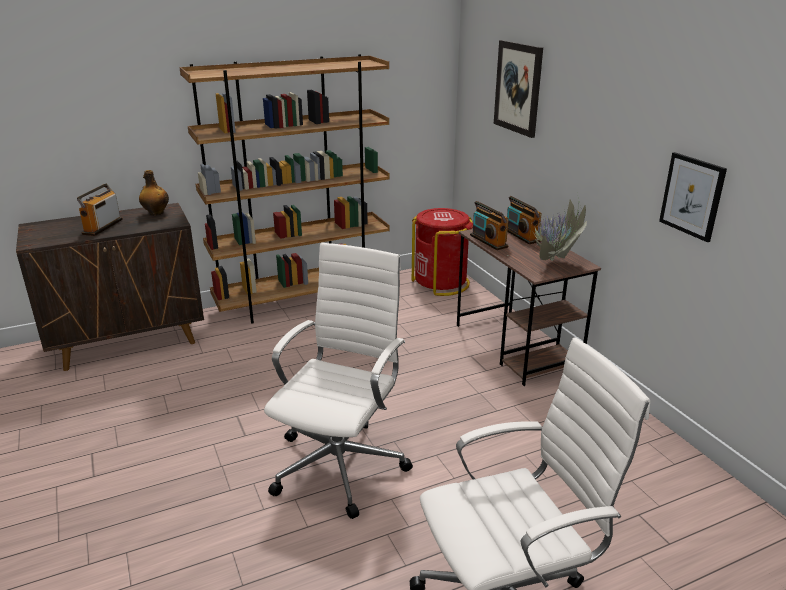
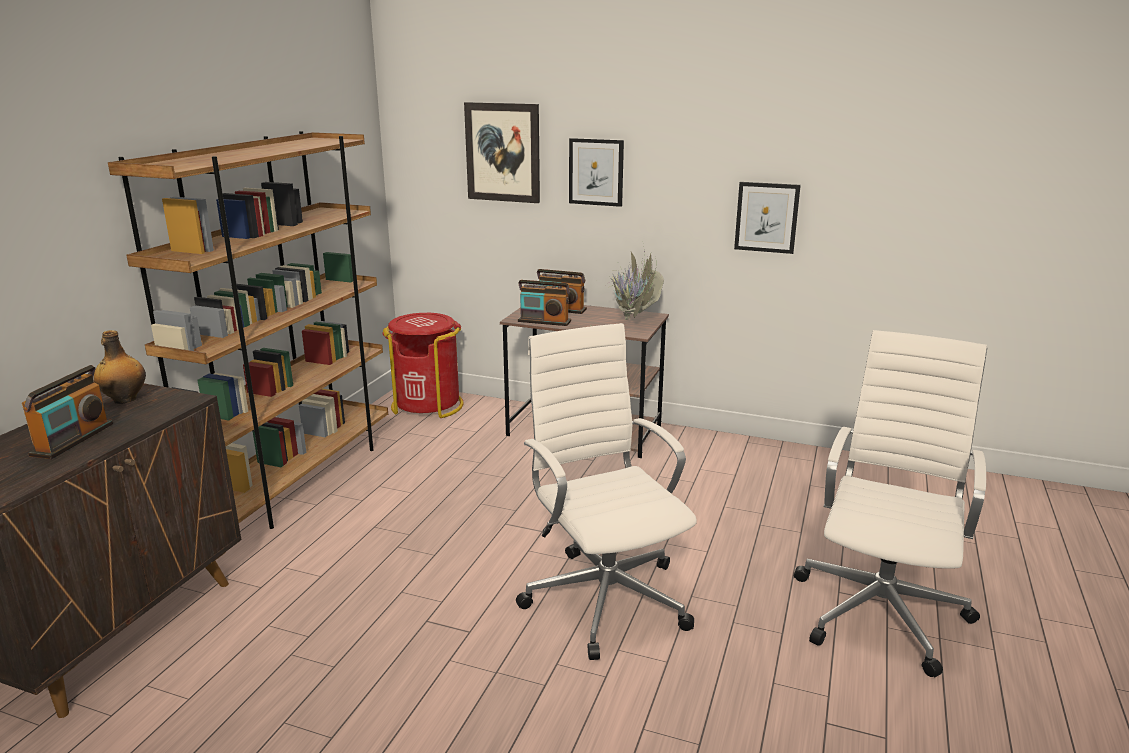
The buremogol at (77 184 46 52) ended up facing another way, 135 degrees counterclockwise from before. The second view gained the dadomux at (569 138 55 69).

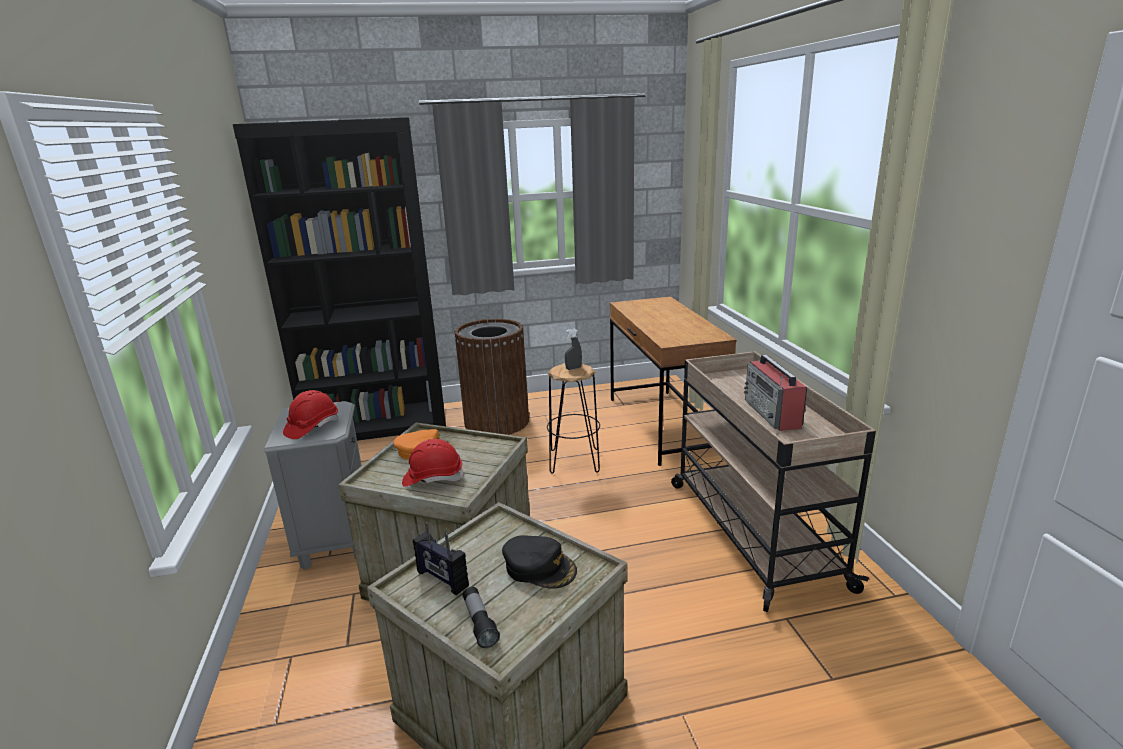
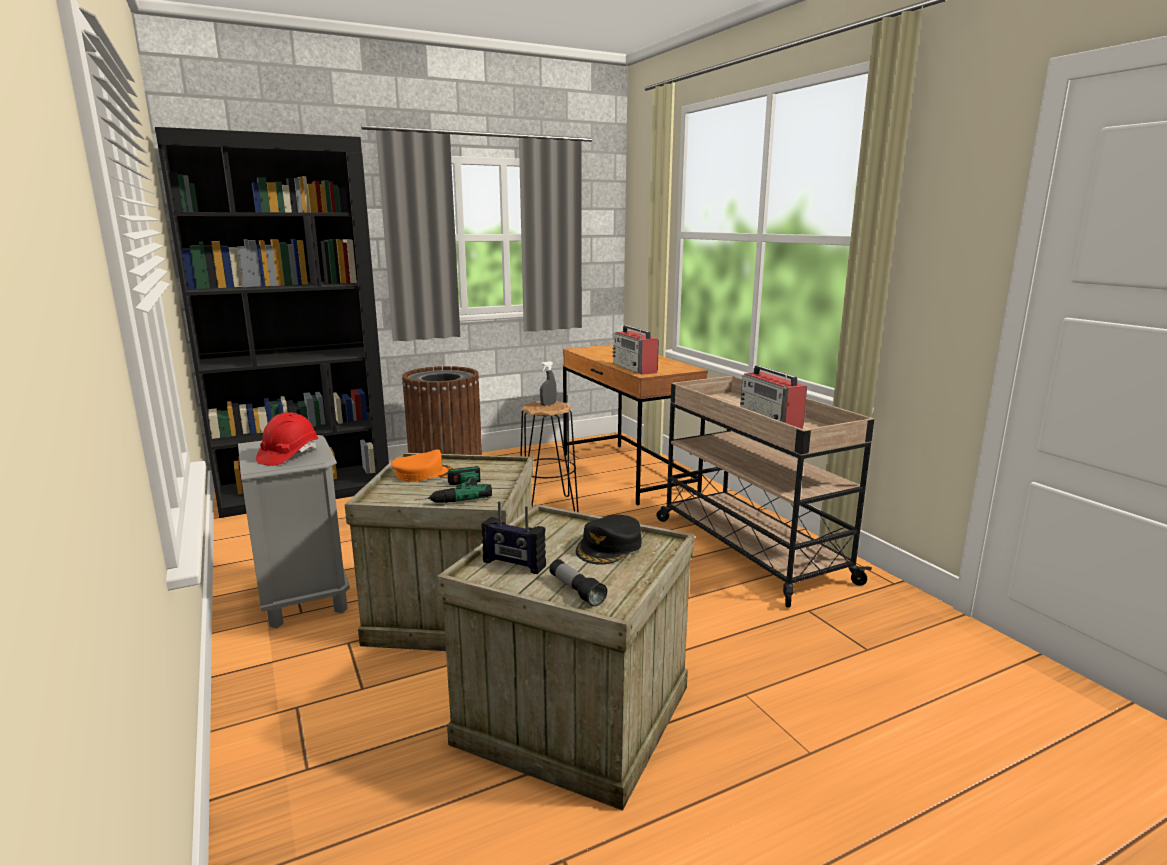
Where the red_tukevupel stood at (402 439 63 48), the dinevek came to stand at (415 466 77 37). The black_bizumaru at (502 535 75 54) ended up facing another way, 105 degrees clockwise from before. The second view gained the buremogol at (612 325 47 50).

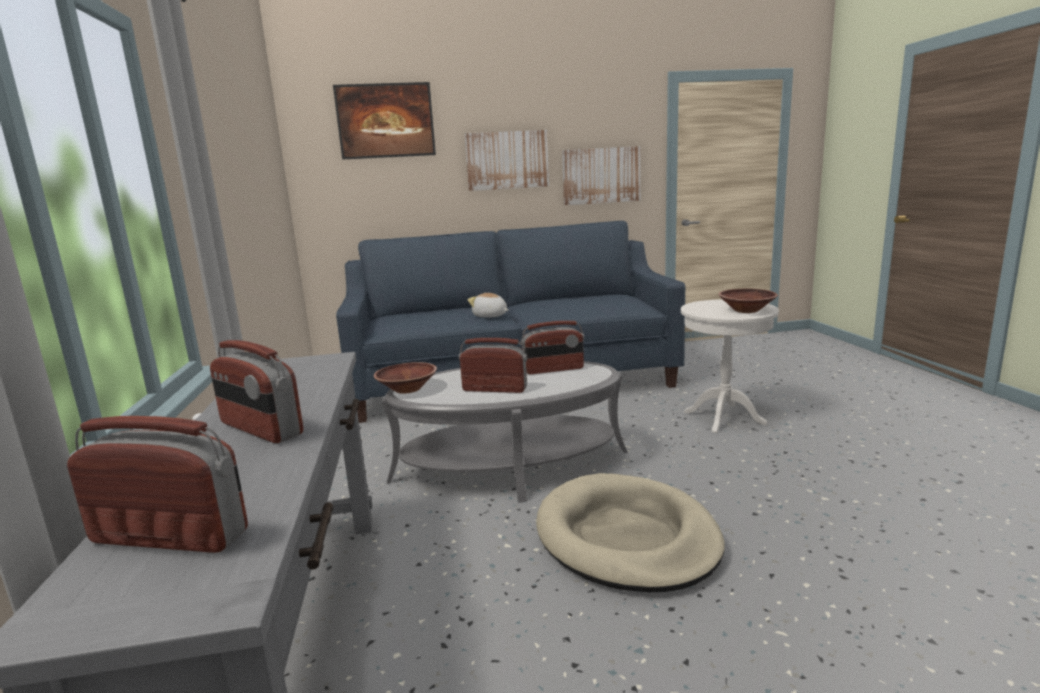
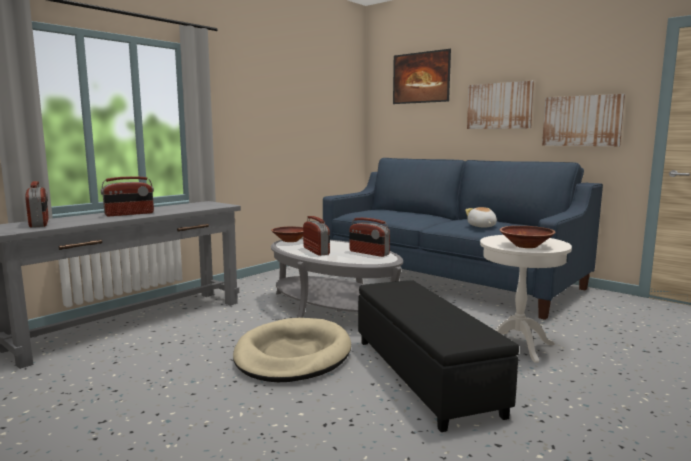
The buremogol at (210 340 93 103) ended up facing another way, 120 degrees counterclockwise from before. The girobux ended up elsewhere, having gone from (468 293 41 25) to (465 207 32 20). The second view gained the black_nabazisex at (358 280 161 152).

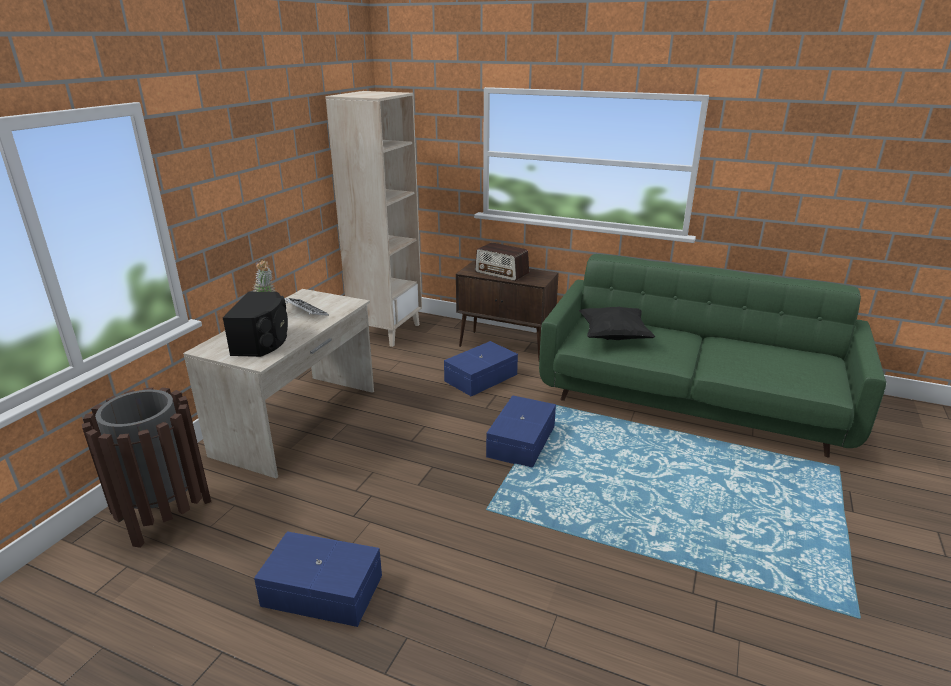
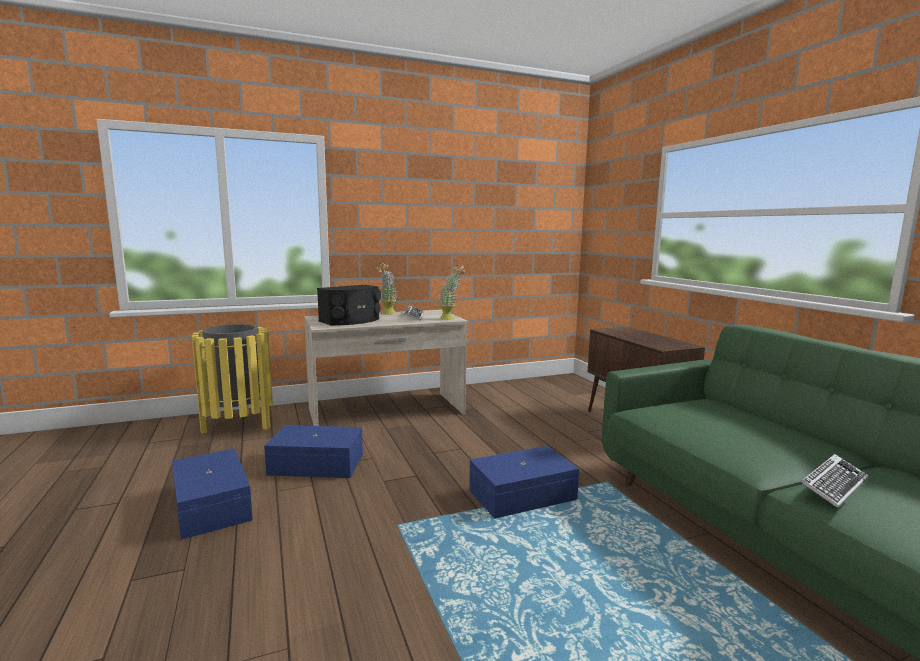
What was the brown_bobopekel at (82 387 129 161) turned into the yellow_bobopekel at (192 324 81 110). The second view lost the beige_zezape at (325 91 97 256). The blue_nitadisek ended up elsewhere, having gone from (444 341 74 55) to (264 425 99 53). The second view lost the buremogol at (475 242 54 39). The second view lost the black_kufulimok at (579 307 77 33). The second view gained the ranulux at (439 265 26 55). The second view gained the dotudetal at (801 454 67 54).

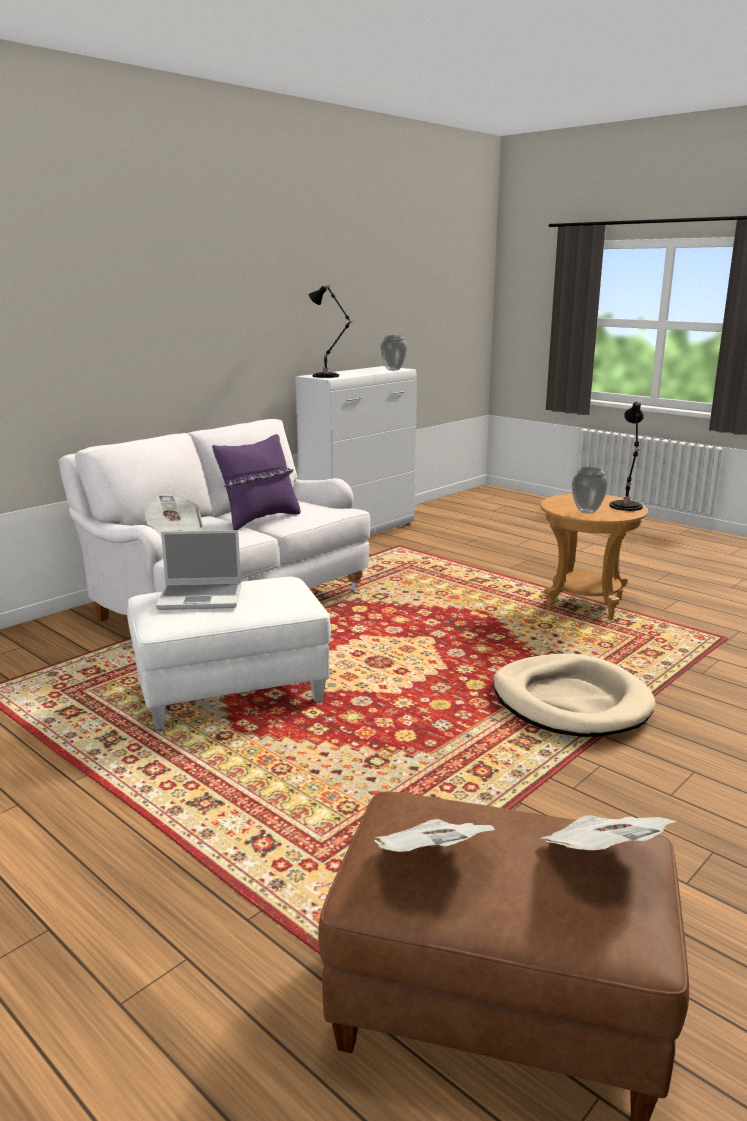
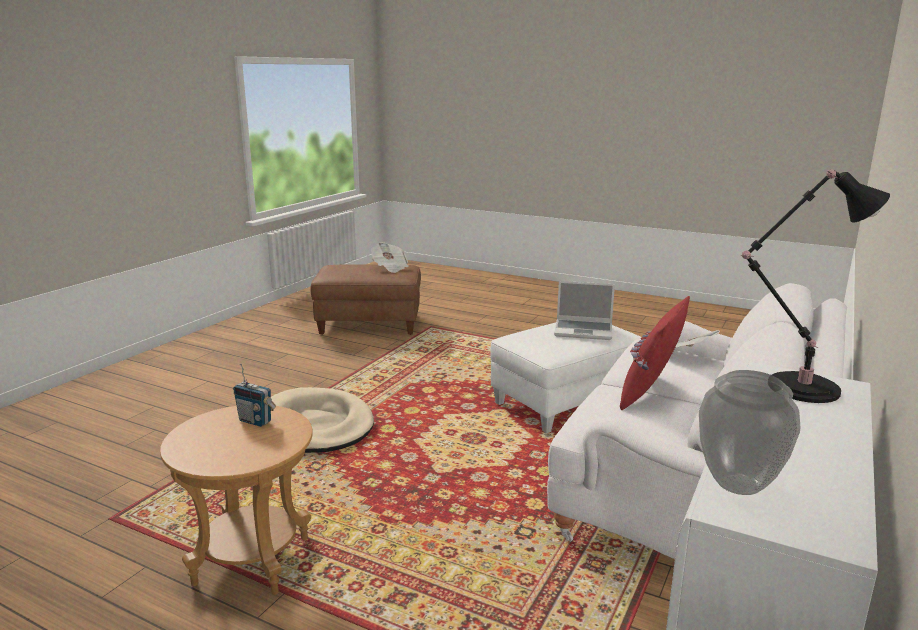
The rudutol at (156 530 85 80) ended up facing another way, 150 degrees counterclockwise from before. What was the purple_kufulimok at (212 434 89 96) turned into the red_kufulimok at (620 296 70 114). The second view lost the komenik at (541 815 135 35). Where the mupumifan stood at (572 467 36 46), the buremogol came to stand at (233 364 43 63). The second view lost the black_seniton at (609 402 35 109).

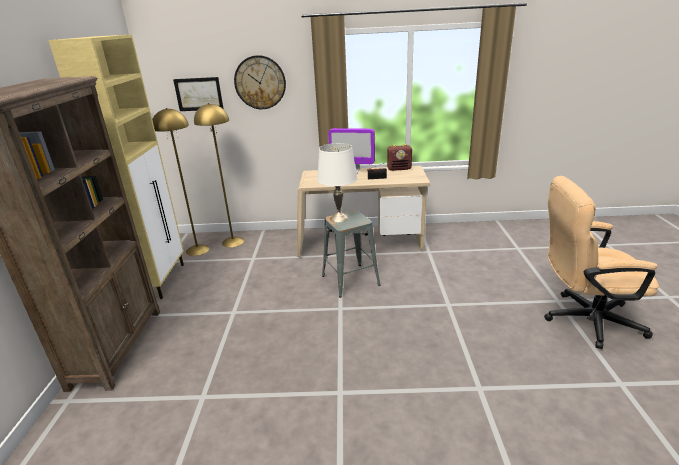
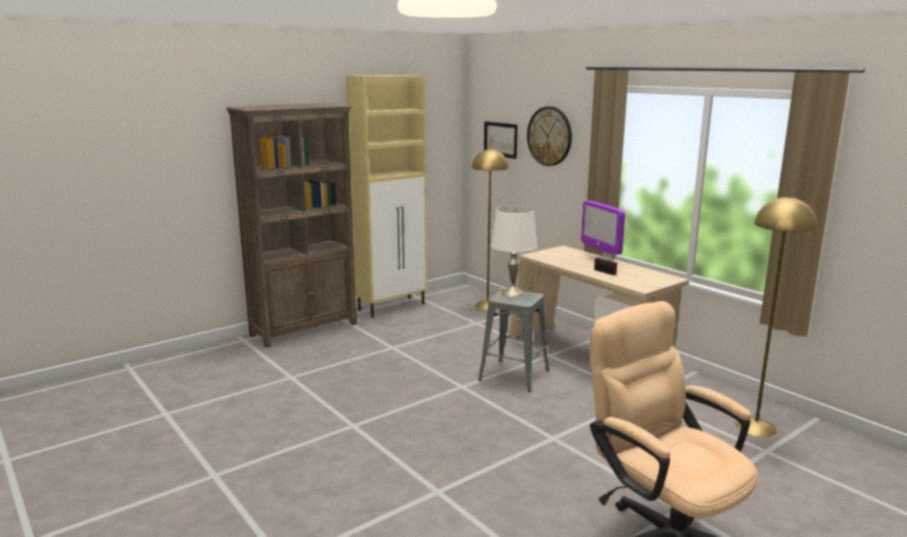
The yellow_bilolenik ended up elsewhere, having gone from (152 108 57 148) to (735 196 82 241). The second view lost the buremogol at (387 144 25 27).

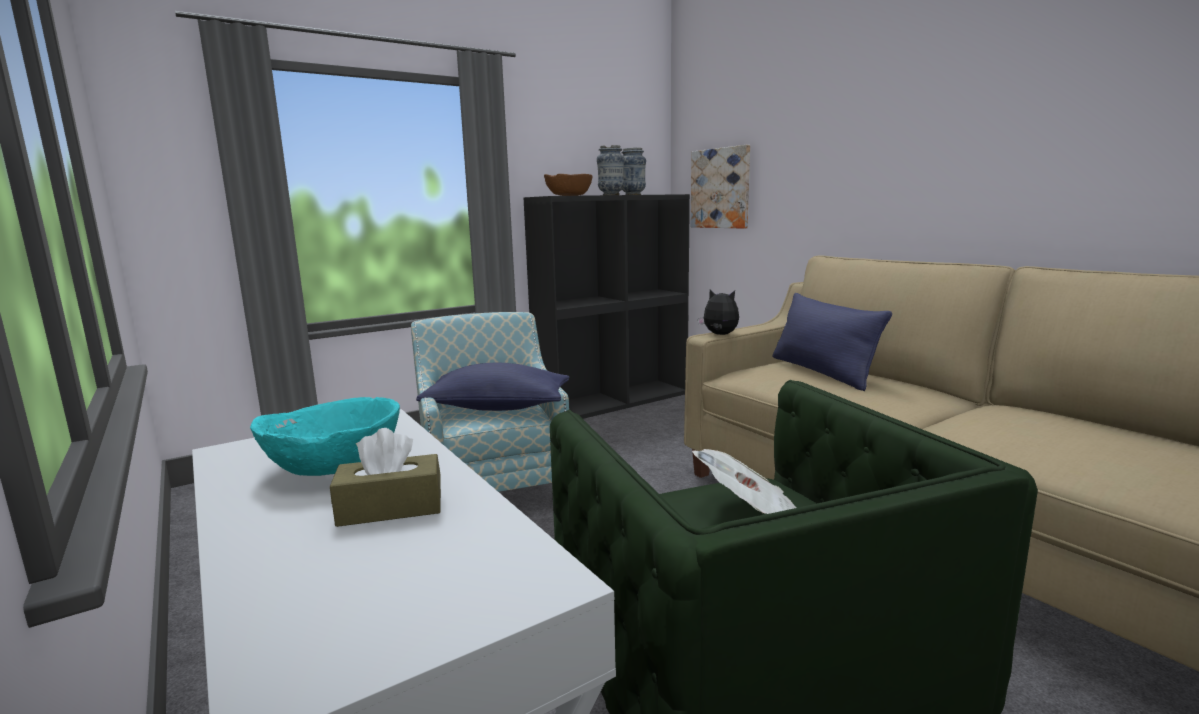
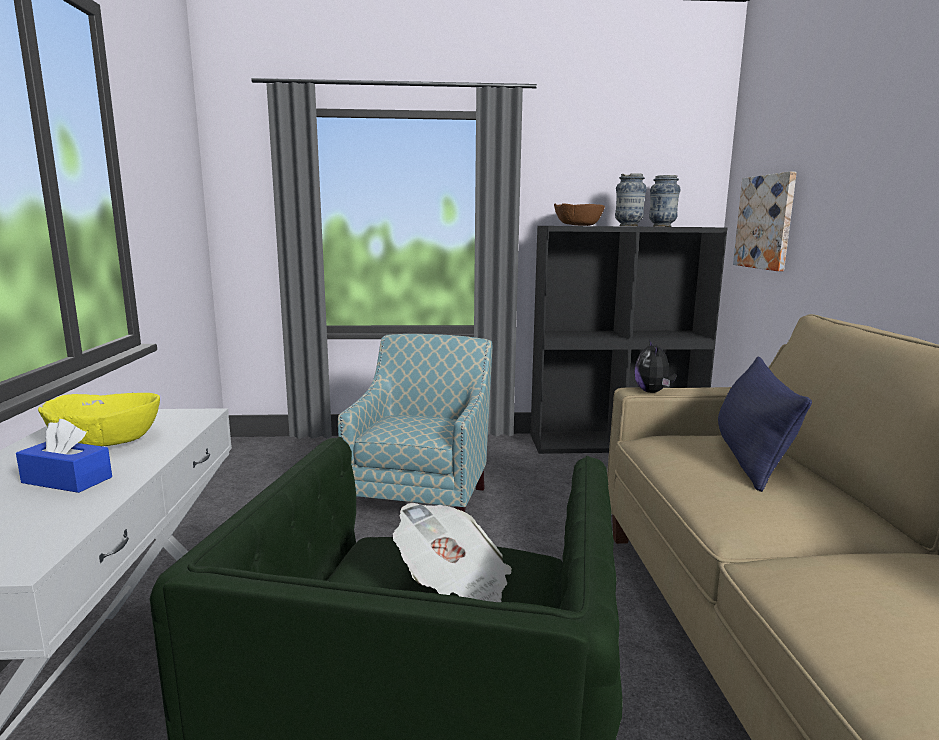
What was the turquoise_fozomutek at (250 397 150 79) turned into the yellow_fozomutek at (38 393 122 53). What was the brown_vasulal at (330 428 111 99) turned into the blue_vasulal at (16 419 96 74). The second view lost the blue_kufulimok at (416 363 153 48). The girobux at (698 289 41 46) ended up facing another way, 150 degrees counterclockwise from before.

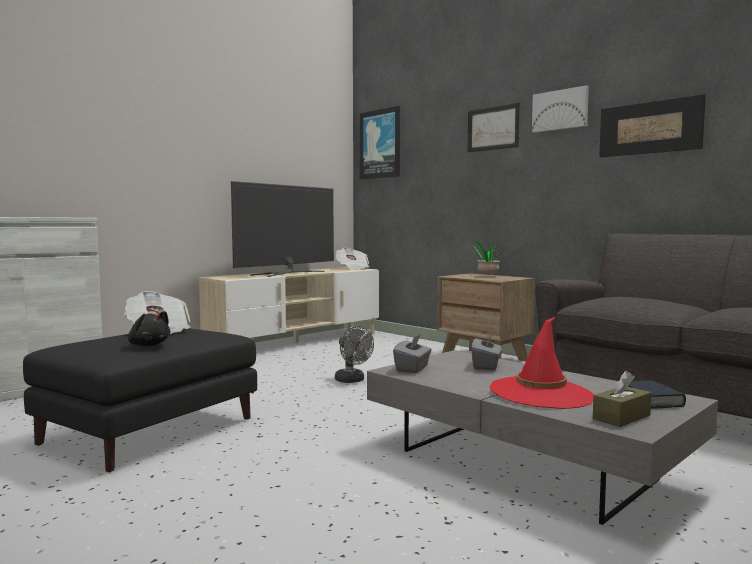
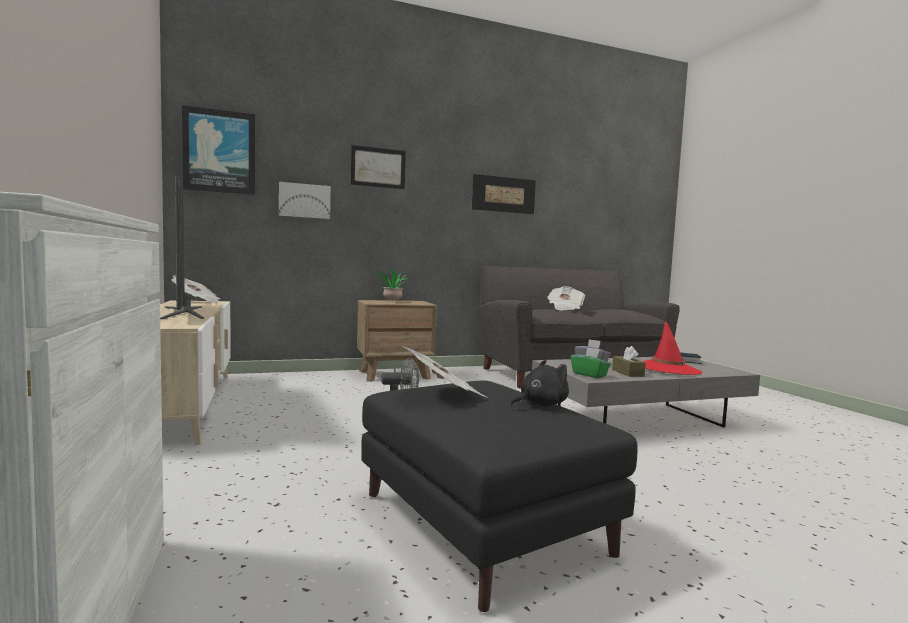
What was the grey_vasulal at (393 334 39 39) turned into the green_vasulal at (571 347 40 31). The dadomux ended up elsewhere, having gone from (532 85 57 48) to (279 182 52 37). The brown_vasulal ended up elsewhere, having gone from (593 371 58 56) to (612 346 34 31). The second view gained the komenik at (547 286 38 25).

